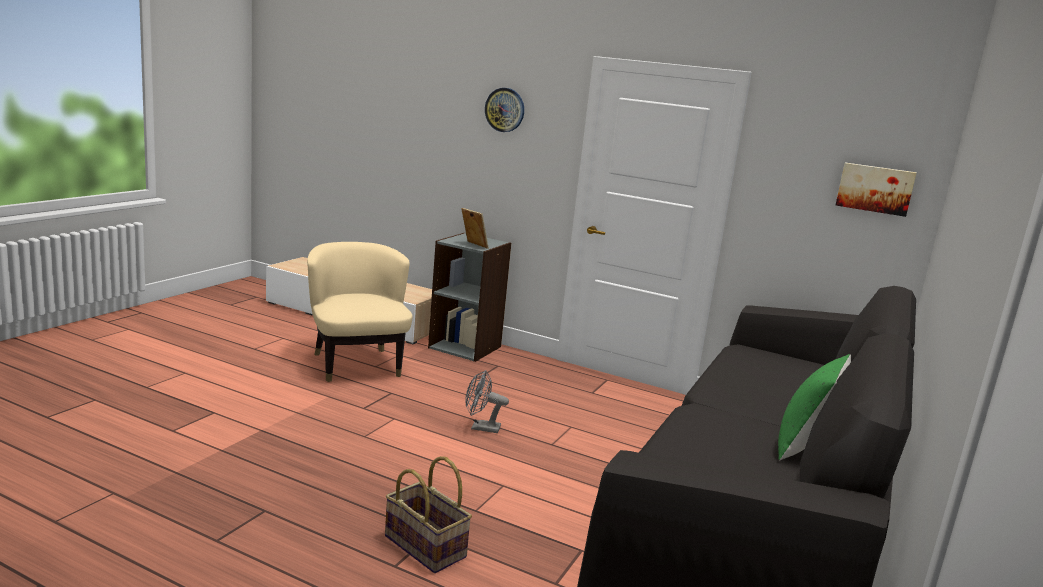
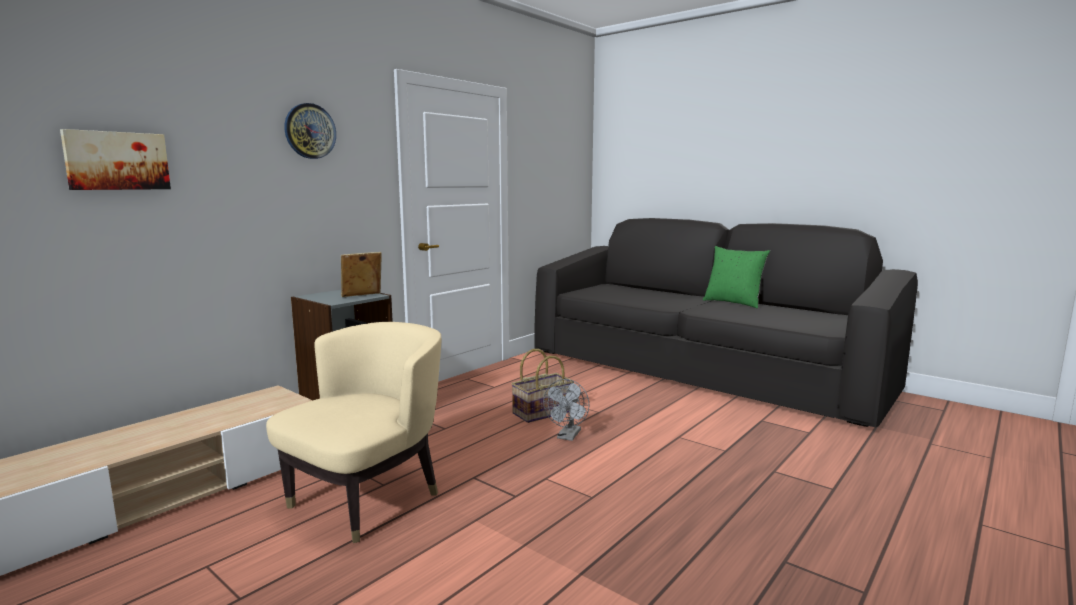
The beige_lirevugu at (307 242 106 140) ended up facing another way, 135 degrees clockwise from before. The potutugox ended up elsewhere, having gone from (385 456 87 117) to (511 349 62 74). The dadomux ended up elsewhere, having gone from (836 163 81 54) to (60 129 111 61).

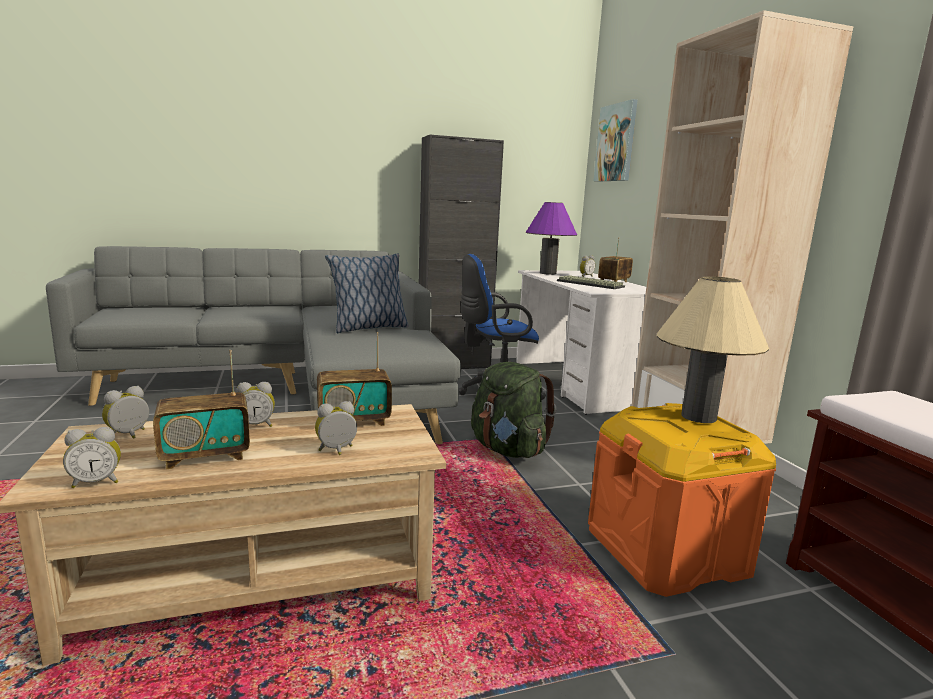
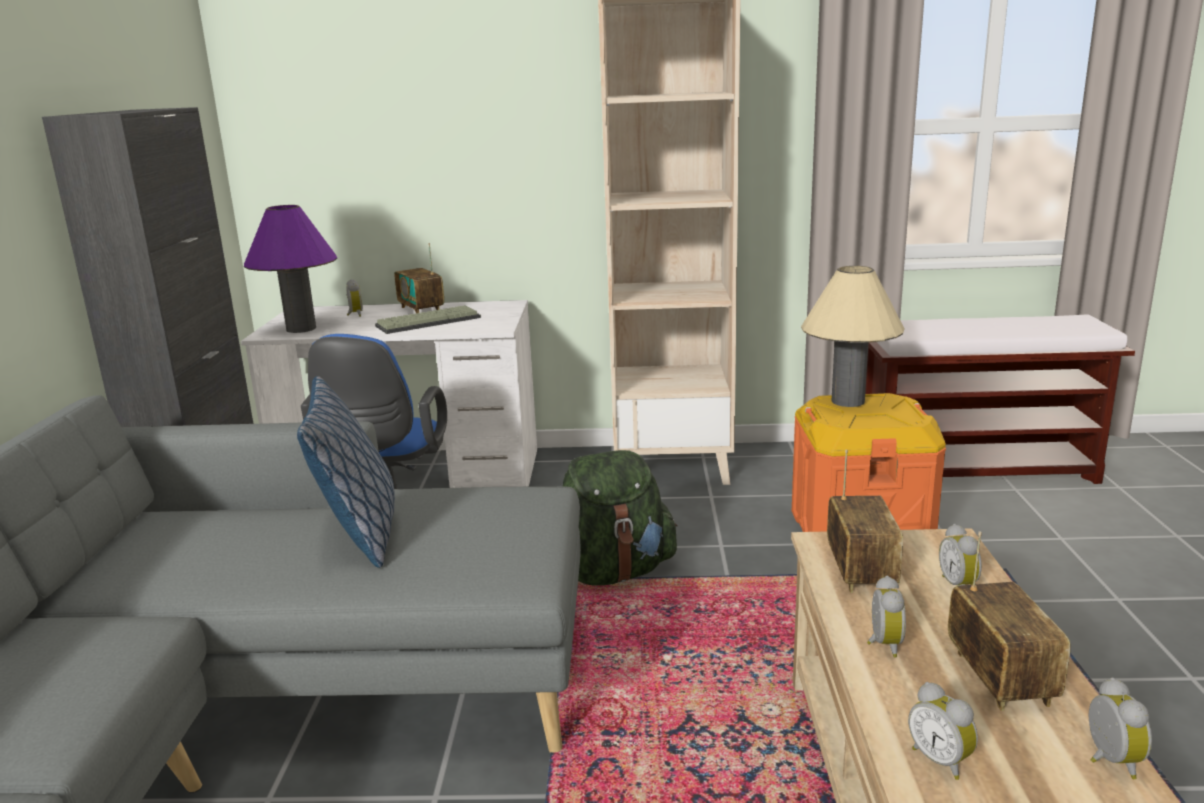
The second view lost the dadomux at (594 99 43 83).

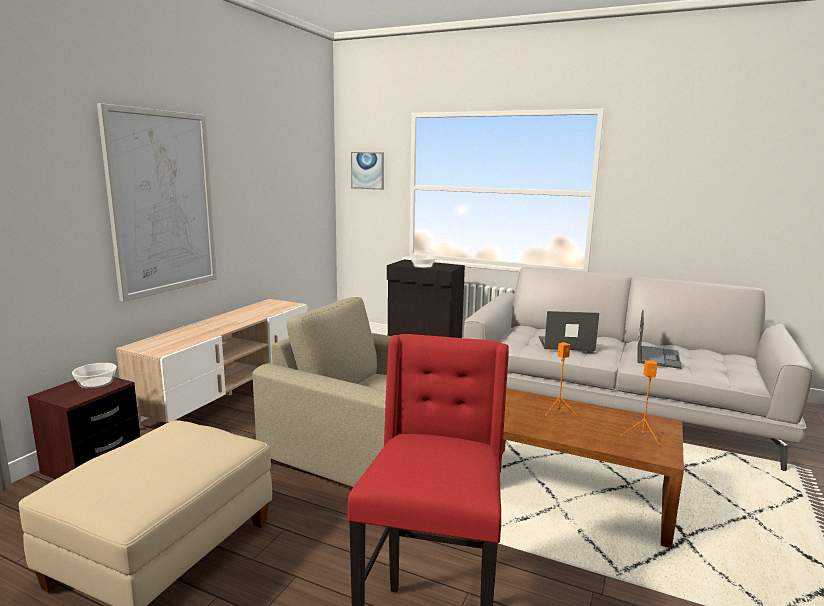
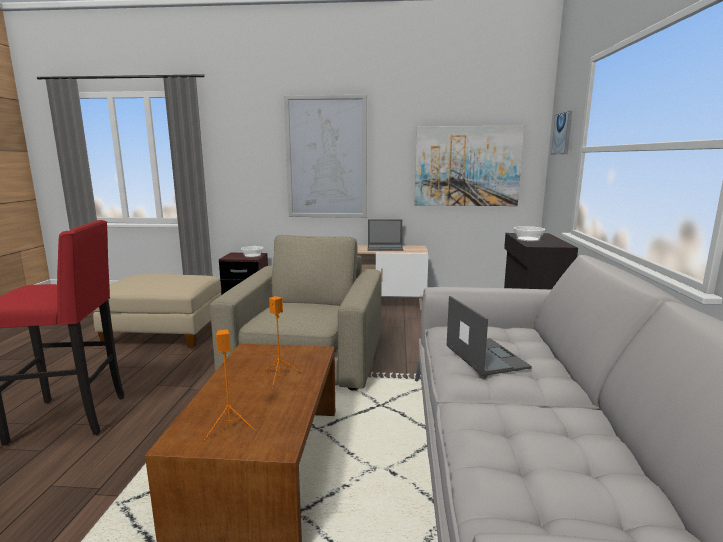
The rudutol ended up elsewhere, having gone from (638 310 44 59) to (368 219 35 32). The second view gained the dadomux at (415 126 109 80).

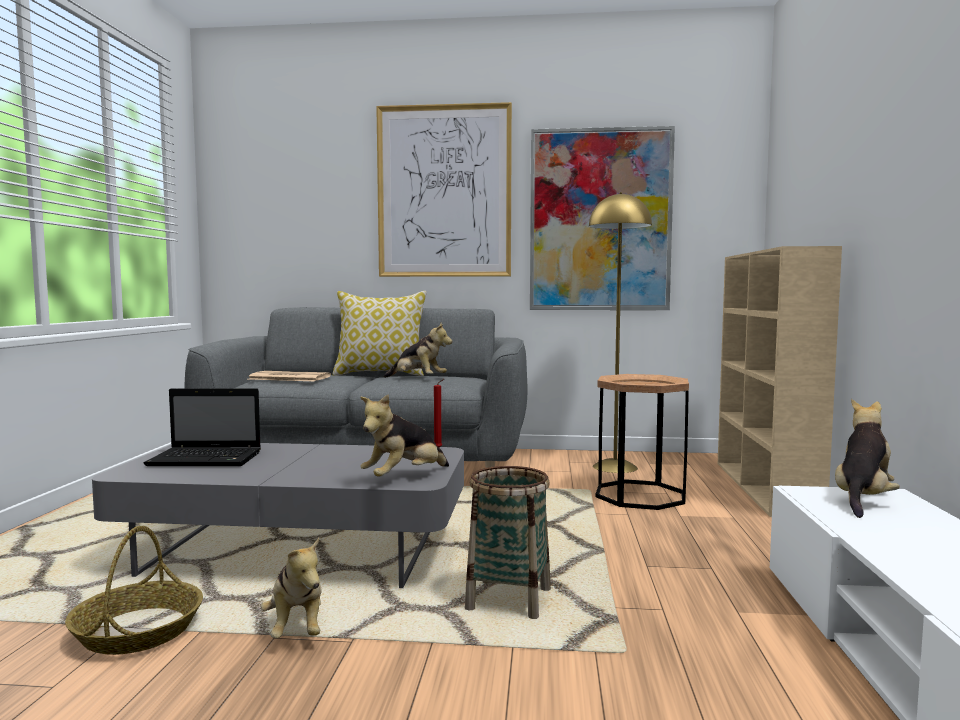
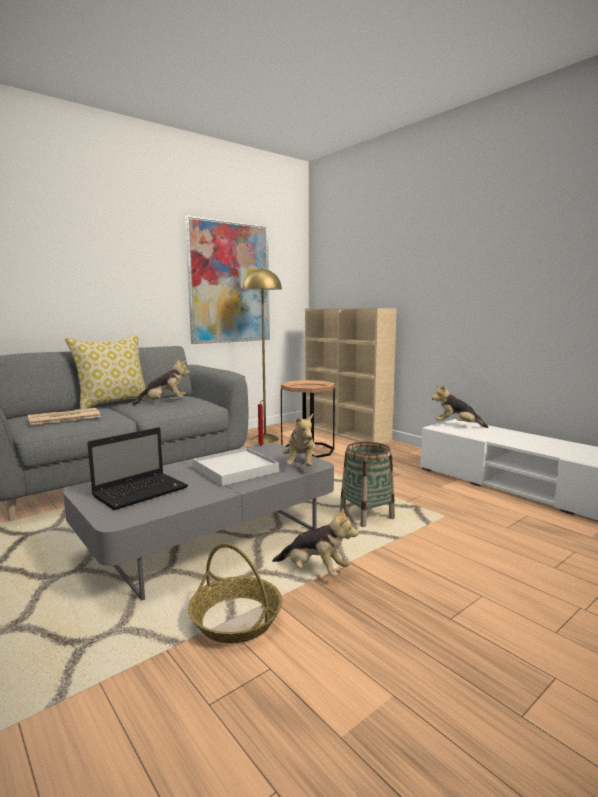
The second view lost the dadomux at (376 102 136 175). The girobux at (835 399 65 119) ended up facing another way, 60 degrees counterclockwise from before. The second view gained the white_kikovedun at (193 448 86 38).

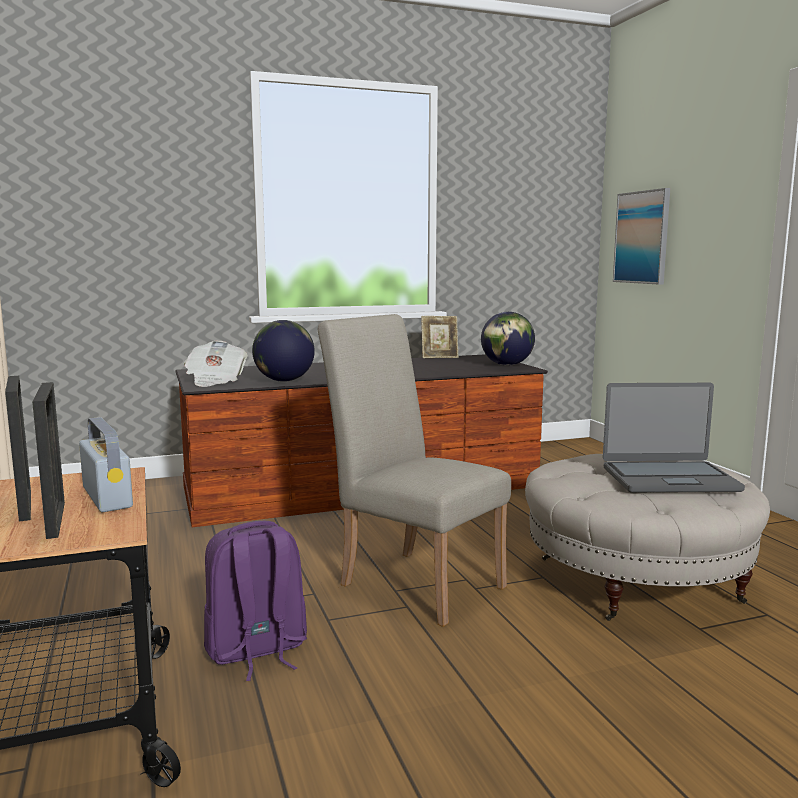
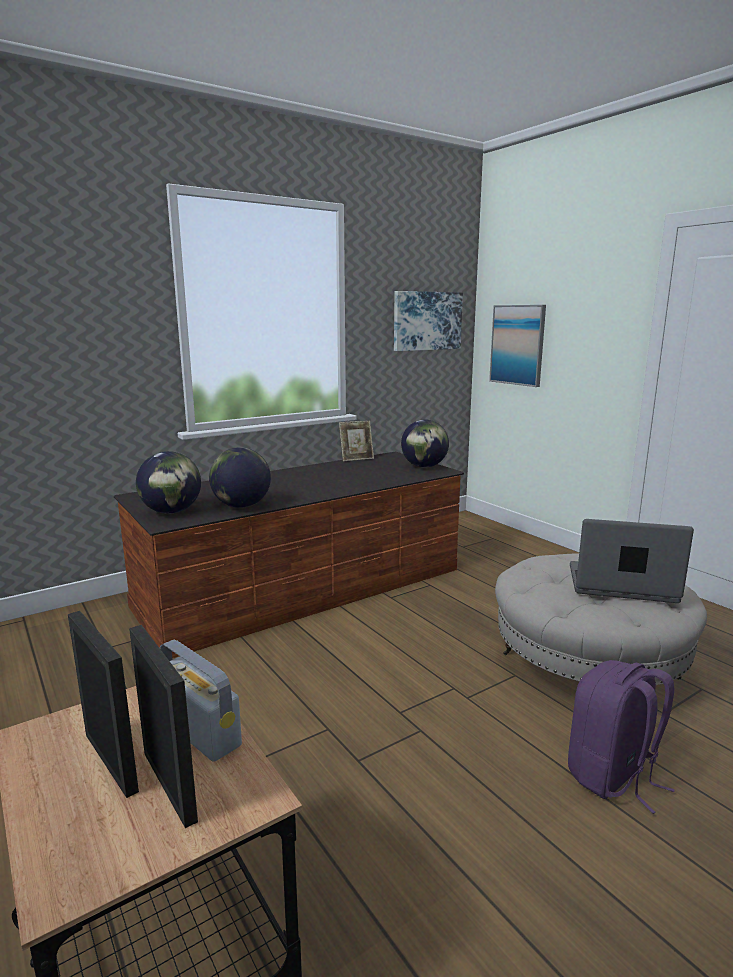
Where the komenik stood at (184 341 64 46), the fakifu came to stand at (136 451 65 63). The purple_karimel ended up elsewhere, having gone from (204 521 103 160) to (568 660 107 154). The second view lost the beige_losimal at (317 314 194 313). The rudutol at (603 383 142 110) ended up facing another way, 150 degrees counterclockwise from before. The second view gained the dadomux at (394 291 69 60).

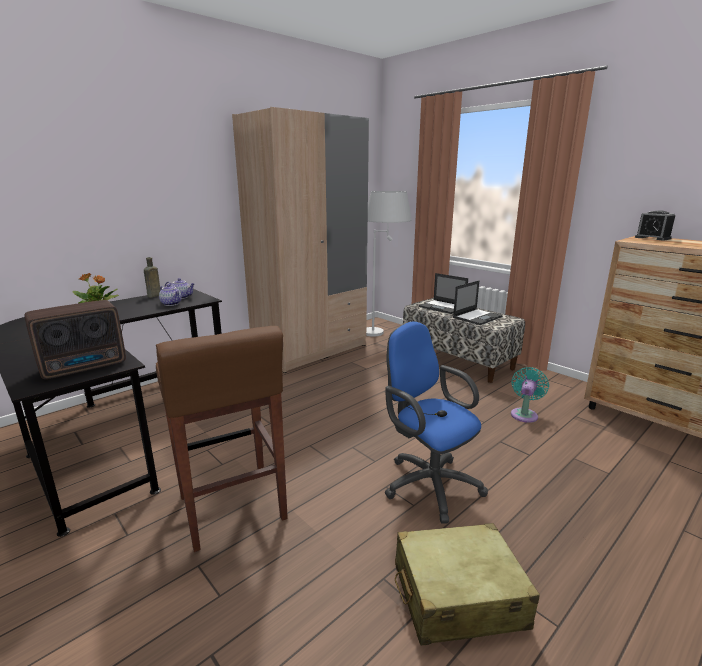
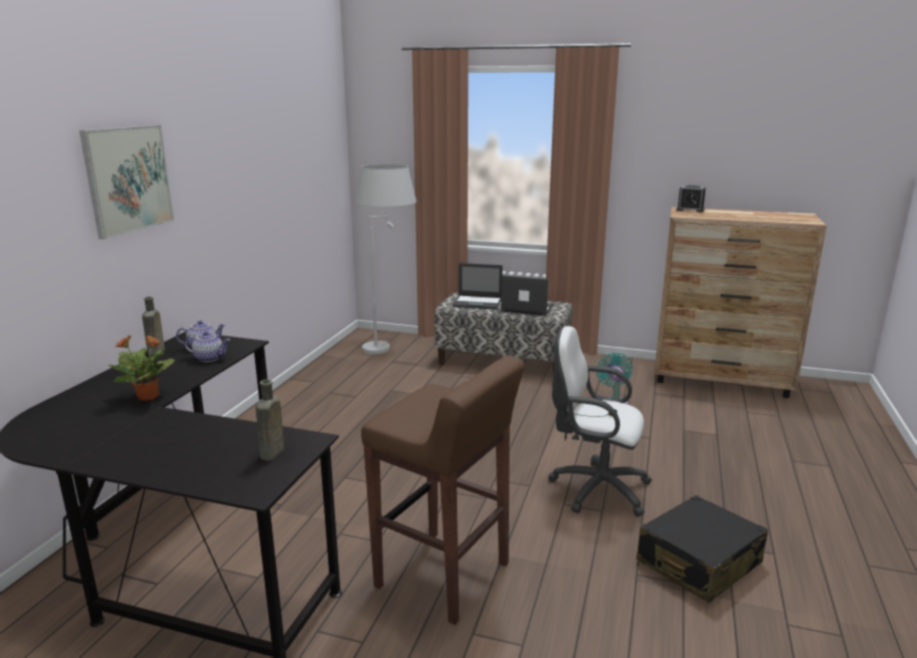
Where the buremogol stood at (24 300 102 79), the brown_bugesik came to stand at (255 379 29 82). The second view lost the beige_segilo at (232 107 137 266). What was the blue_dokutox at (385 321 103 203) turned into the white_dokutox at (548 326 104 191). What was the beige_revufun at (395 523 145 123) turned into the black_revufun at (636 495 132 108). The rudutol at (453 281 50 44) ended up facing another way, 90 degrees counterclockwise from before. The second view gained the dadomux at (79 125 95 114).

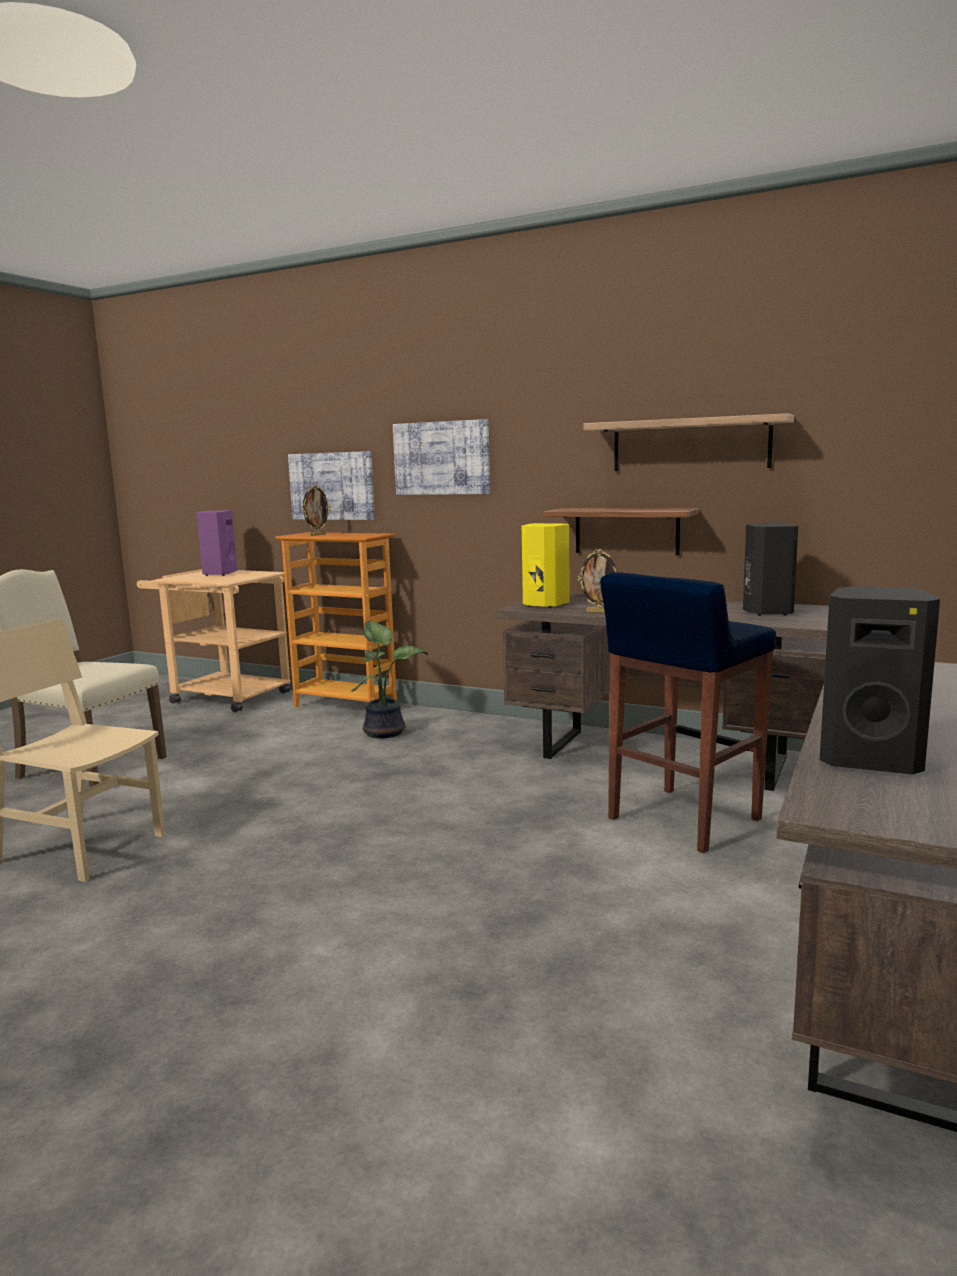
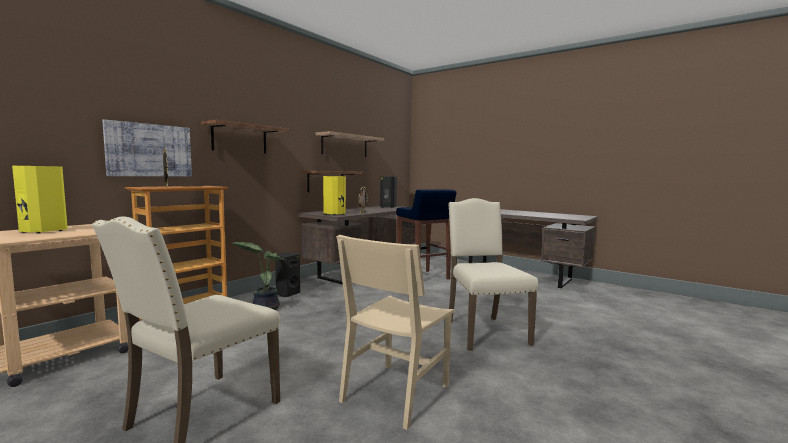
What was the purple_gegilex at (196 510 41 66) turned into the yellow_gegilex at (12 166 56 68). Where the dadomux hung at (393 419 97 76), the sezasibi came to hang at (201 120 88 33). The black_gegilex ended up elsewhere, having gone from (820 586 120 188) to (275 252 25 45). The second view gained the beige_losimal at (448 198 90 153).

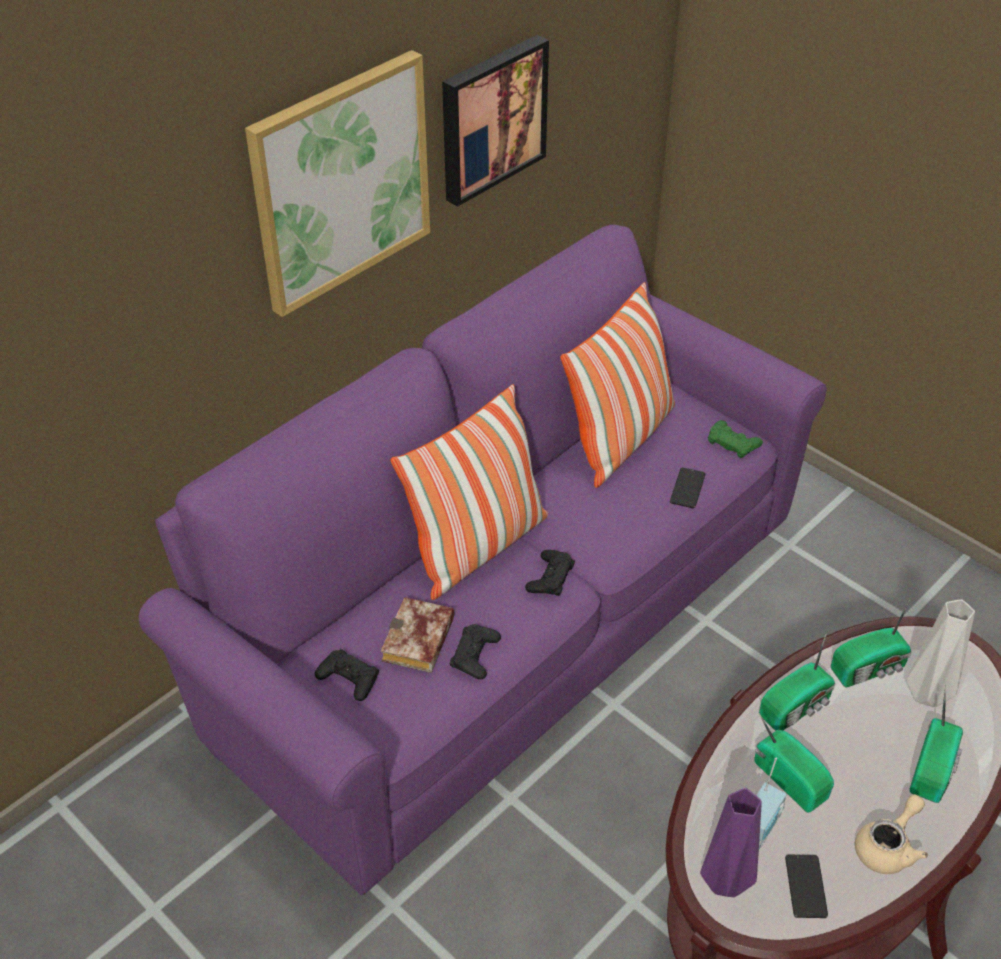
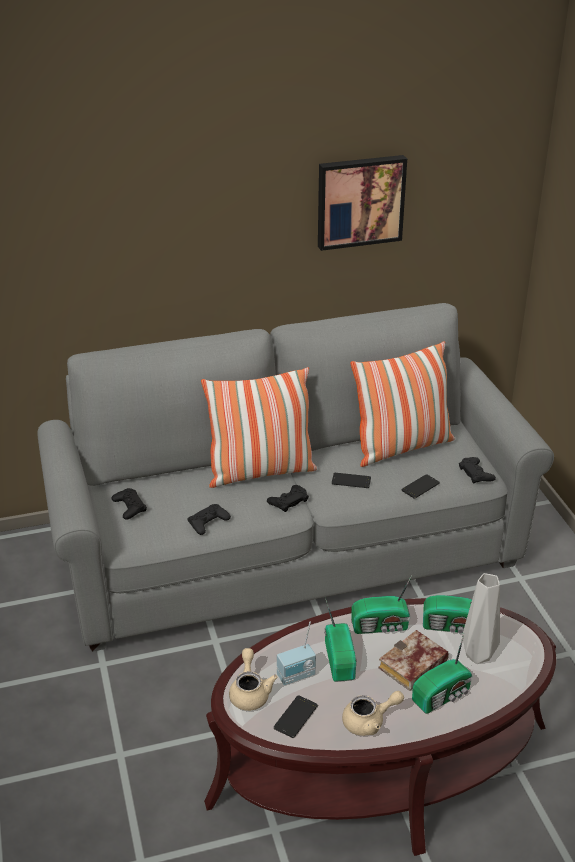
What was the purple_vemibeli at (139 225 688 671) turned into the grey_vemibeli at (37 303 517 349). The second view lost the dadomux at (245 50 185 267). The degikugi ended up elsewhere, having gone from (381 597 73 76) to (378 630 71 61). Where the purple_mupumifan stood at (700 788 62 109), the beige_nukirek came to stand at (229 648 49 63). What was the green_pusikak at (708 420 55 38) turned into the black_pusikak at (459 457 37 27). The second view gained the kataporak at (332 473 39 15).

